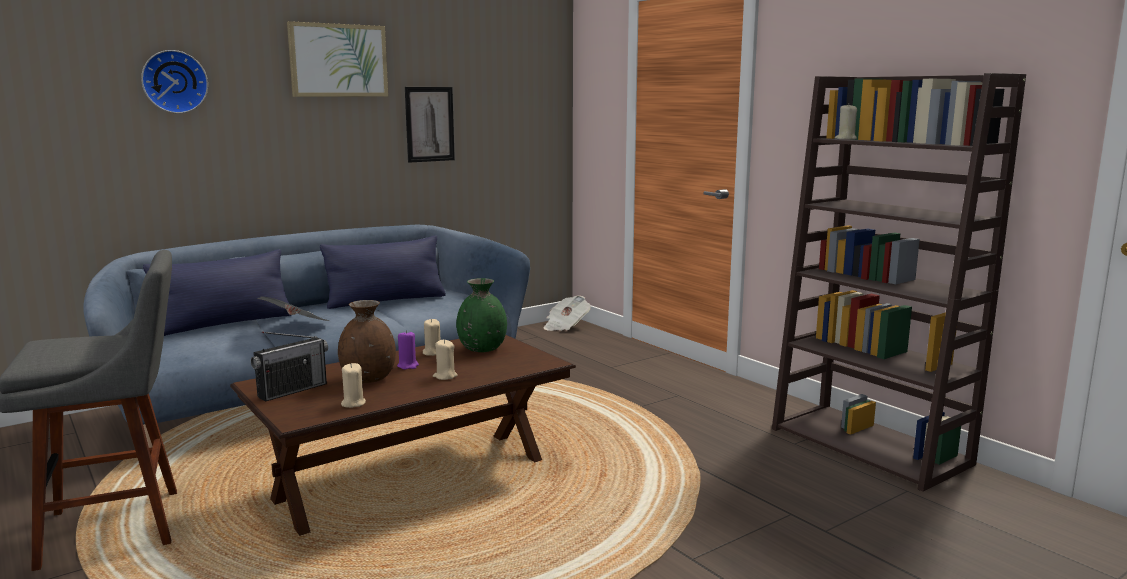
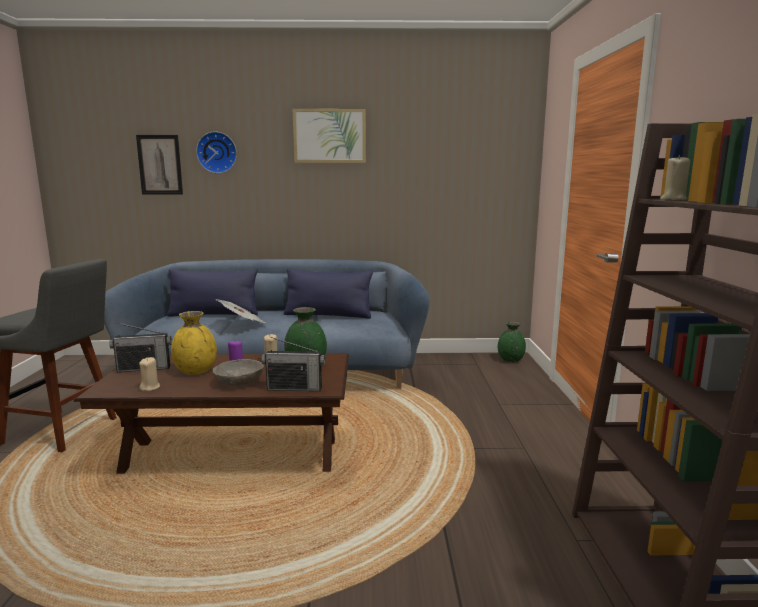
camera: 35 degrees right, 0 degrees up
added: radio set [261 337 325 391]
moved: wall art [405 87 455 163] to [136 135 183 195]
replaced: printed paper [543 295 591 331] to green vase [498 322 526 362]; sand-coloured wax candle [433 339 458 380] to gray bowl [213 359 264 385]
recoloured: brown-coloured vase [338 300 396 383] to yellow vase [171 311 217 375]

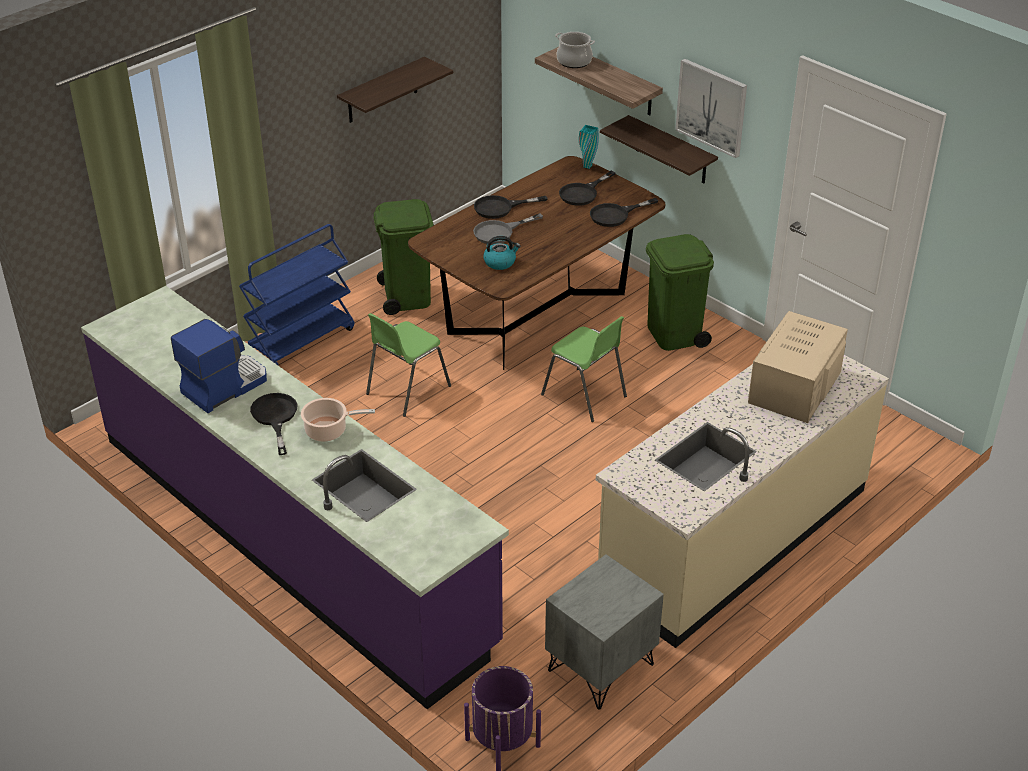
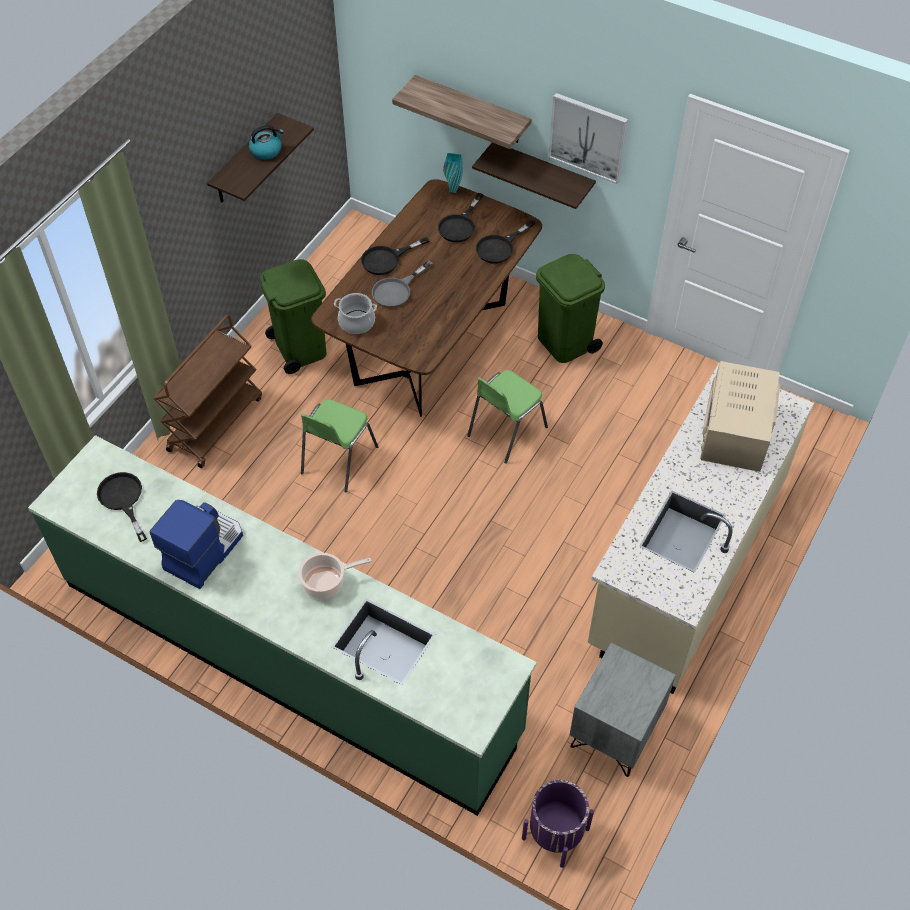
camera: 15 degrees left, 15 degrees up
moved: saucepot [555 32 595 68] to [334 293 377 334]; tea kettle [483 236 521 270] to [249 125 284 160]; black-coloured frying pan [250 393 297 455] to [97 472 147 542]
recoloured: blue-coloured cart [239 224 354 366] to brown-coloured cart [153 315 262 468]; purple kitchen base unit [81 286 509 709] to green kitchen base unit [28 435 537 816]
turned: green chair [541 316 627 422] = [467 370 548 464] 105 degrees clockwise

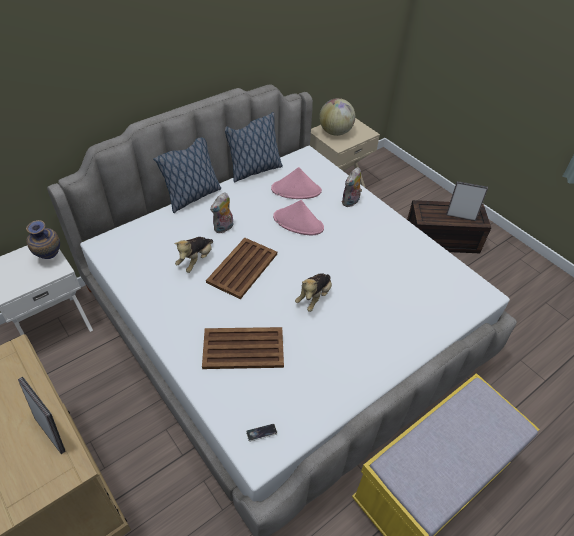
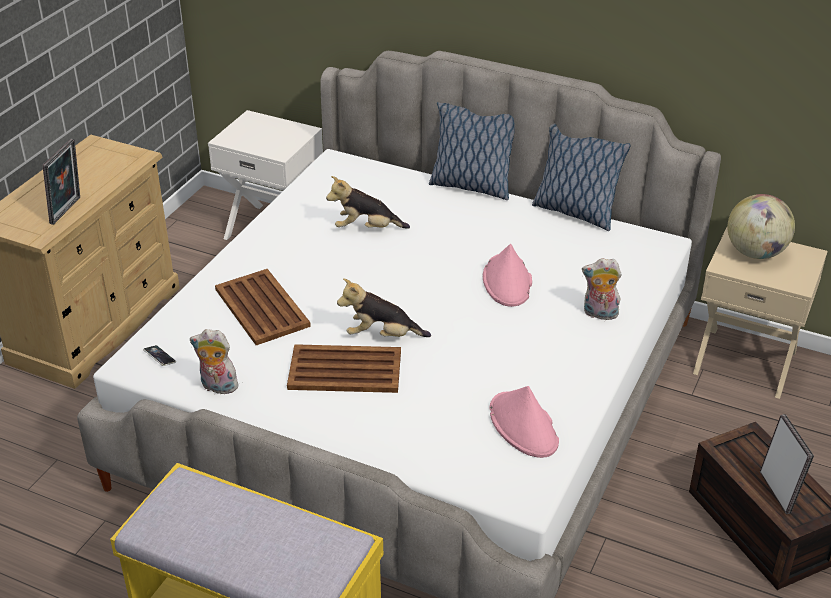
camera: 65 degrees right, 10 degrees down
removed: vase [26 220 60 259]
moved: pink-coloured wearable hat [271 167 322 199] to [490 386 559 458]; cuddly toy [210 192 234 233] to [190 329 238 394]; brown-coloured carrying tray [206 238 277 299] to [287 344 401 393]

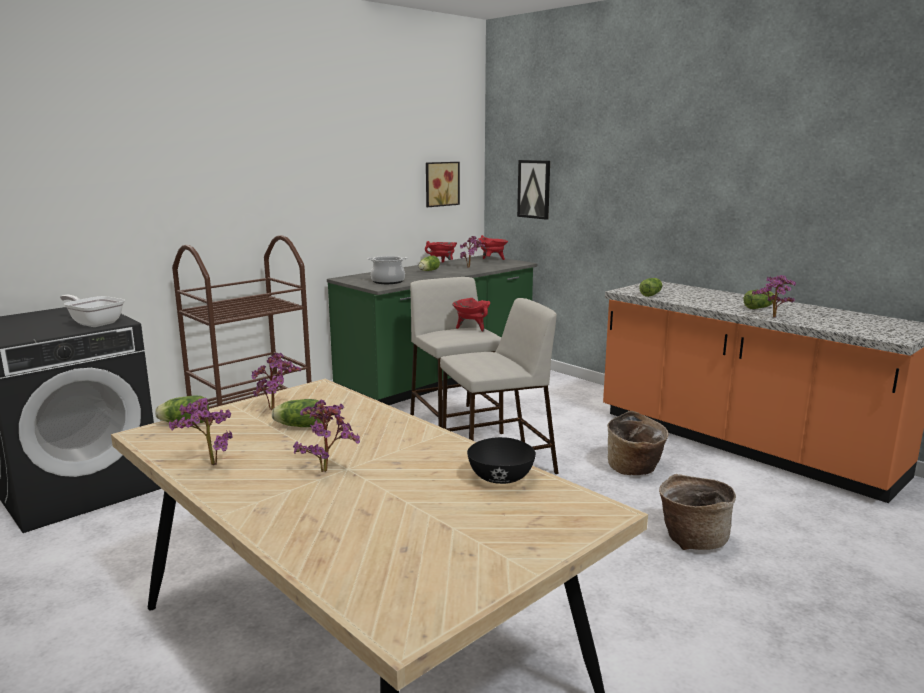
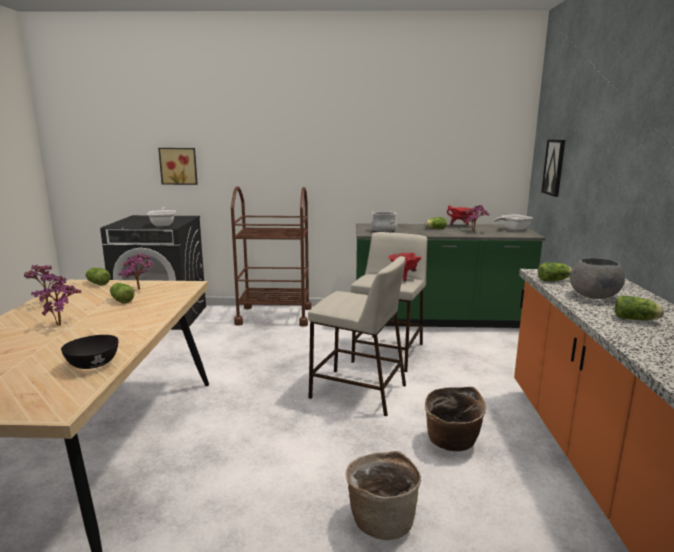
camera: 45 degrees right, 0 degrees up
removed: potted plant [752 275 796 318]
added: gray bowl [570 258 625 299]
moved: wall art [426 162 460 207] to [158 148 198 185]
replaced: red saucepot [478 235 508 260] to frying pan [494 214 533 230]

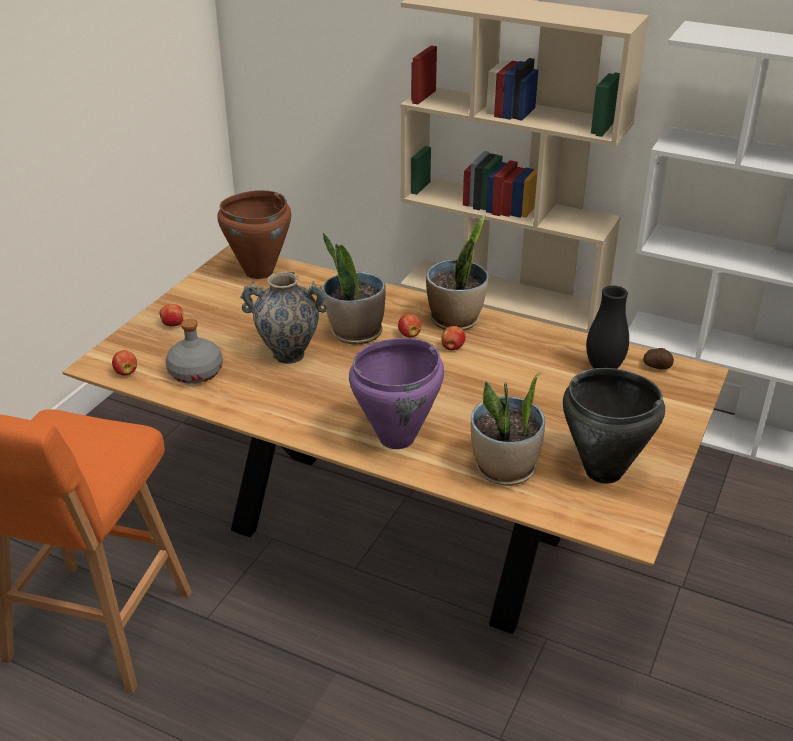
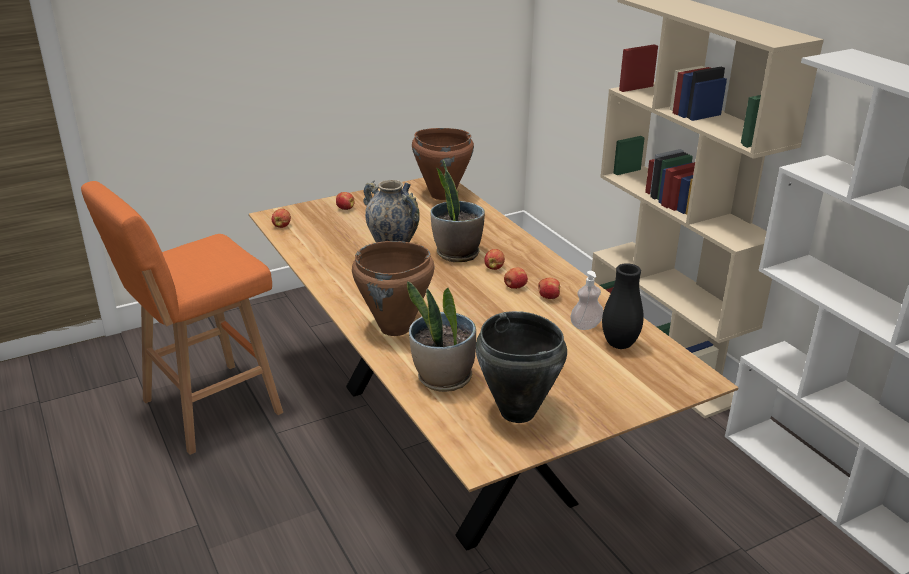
camera: 35 degrees right, 5 degrees down
removed: potted plant [426 215 488 331]; gray bottle [166 319 223 384]; potato [643 348 674 369]
added: liquid soap bottle [570 271 603 330]; whole apple [538 278 560 299]
recoloured: purple saucepot [349 338 444 449] to brown-coloured saucepot [352 241 434 336]

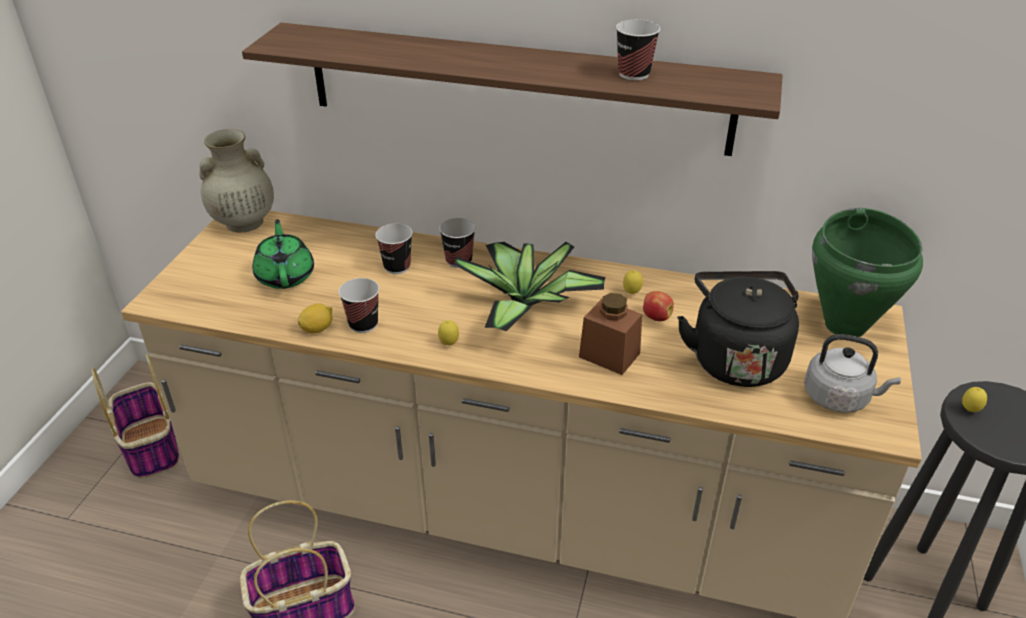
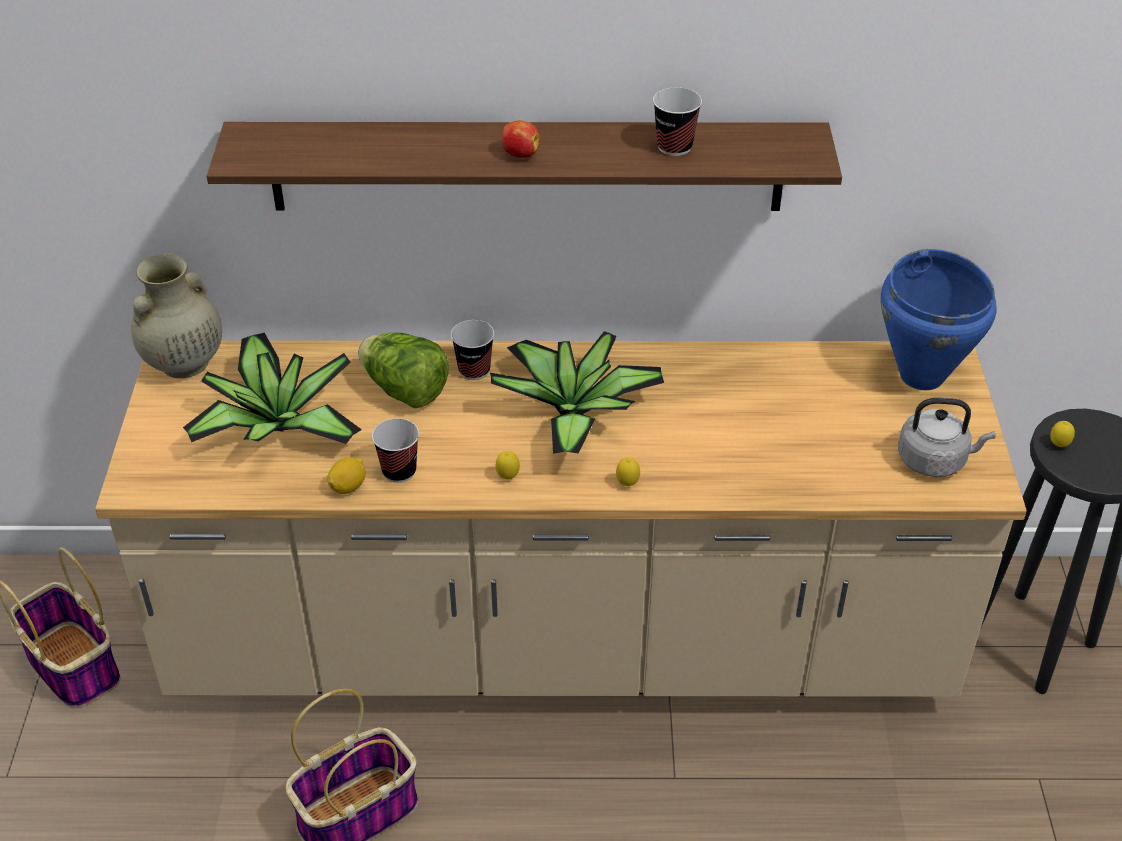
camera: 15 degrees left, 5 degrees up
removed: black-coloured tea kettle [677 271 799 387]; brown-coloured preserve jar [579 293 642 375]
moved: whole lemon [623 270 643 294] to [616 458 640 486]; whole apple [643 291 674 321] to [502 120 540 158]
replaced: green tea pot [253 219 314 289] to potted plant [183 333 362 444]; drinking cup [375 224 413 274] to lettuce [358 333 449 409]
recoloured: green saucepot [812 208 923 337] to blue-coloured saucepot [881 249 997 390]

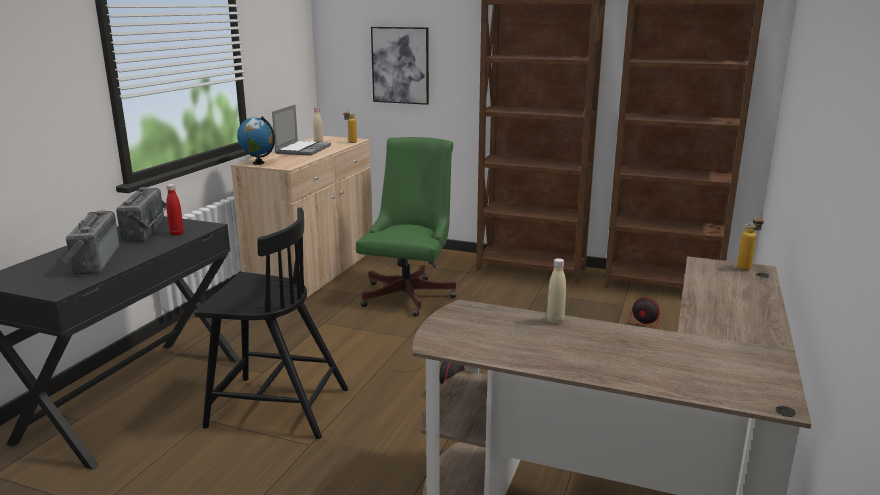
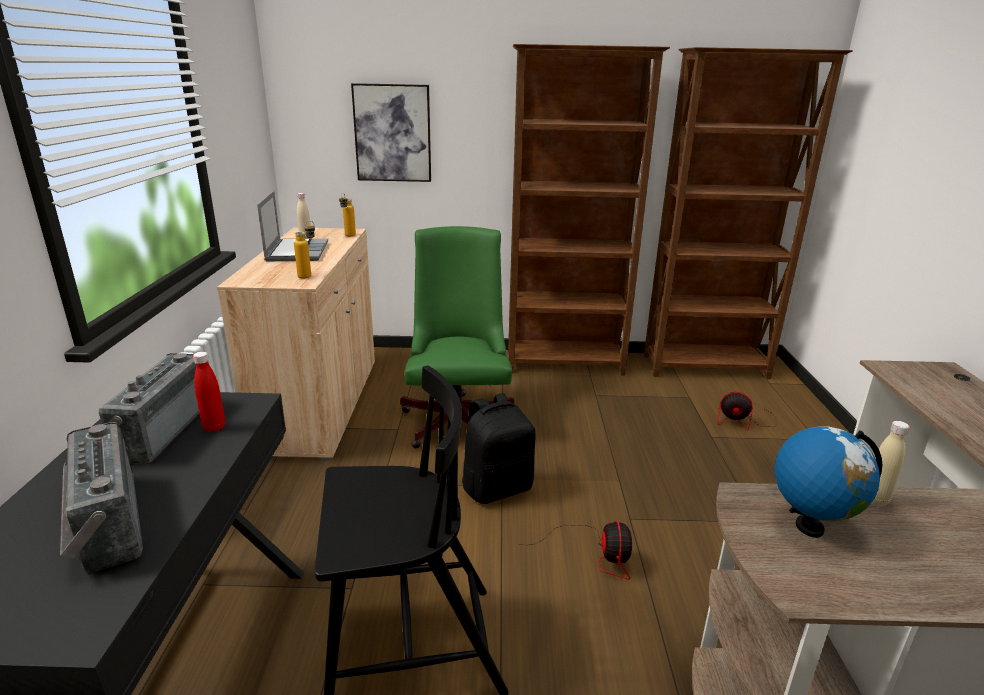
camera: 20 degrees left, 5 degrees up
added: black-coloured knapsack [462 393 536 504]
moved: globe [237 116 276 165] to [774 426 883 538]; bottle [737 213 764 270] to [294 221 315 278]
turned: radio set [116 187 166 243] = [99 353 199 464] 150 degrees counterclockwise

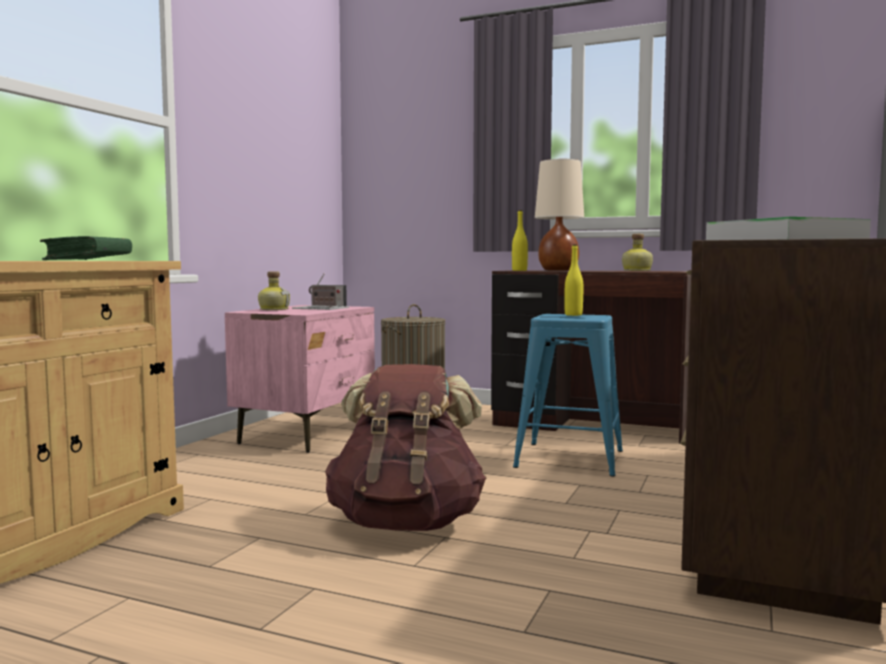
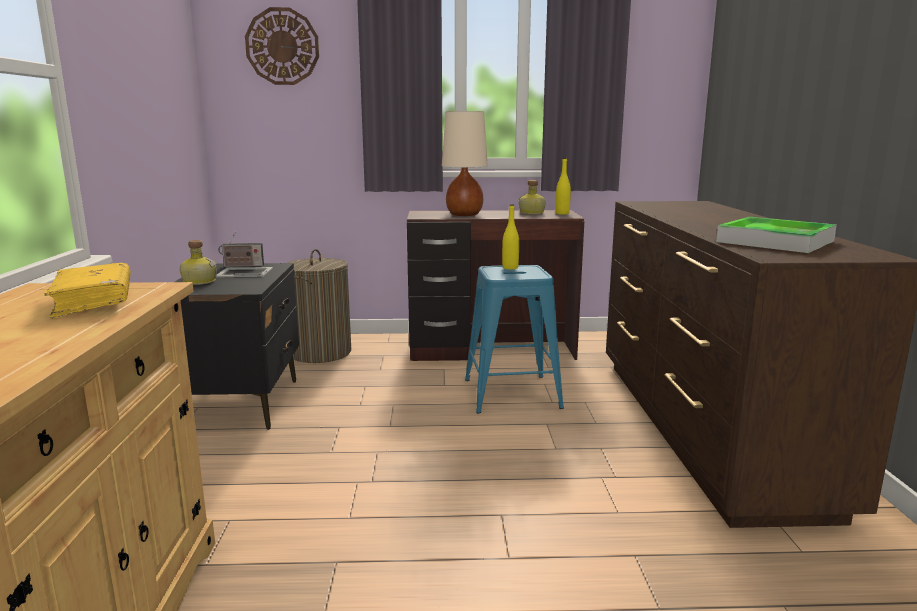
camera: 25 degrees left, 10 degrees up
removed: brown-coloured knapsack [325 364 486 531]
added: clock on the wall [245 7 319 85]
moved: yellow bottle [512 210 528 271] to [556 158 571 215]
recoloured: green bound book [40 236 132 260] to yellow bound book [44 263 131 319]; pink-coloured bedside table [225 305 375 453] to black-coloured bedside table [175 263 299 430]

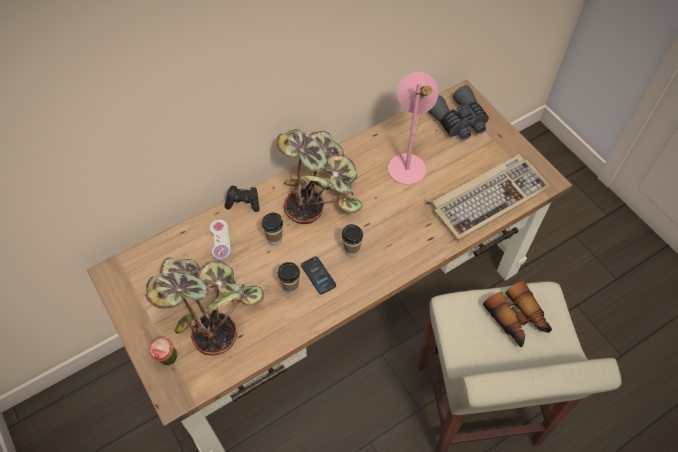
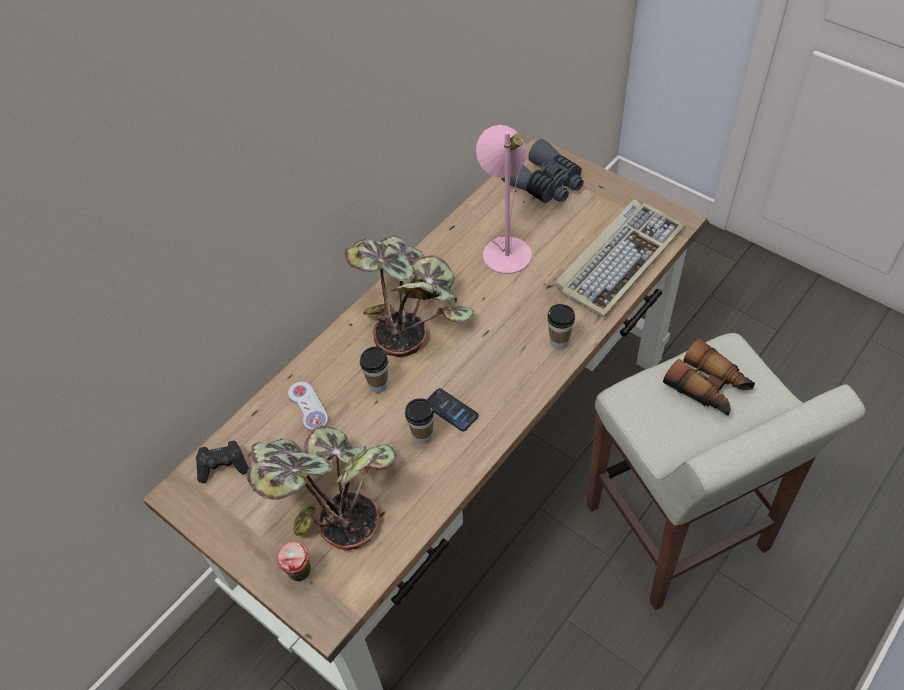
camera: 15 degrees left, 5 degrees down
moved: black-coloured game controller [224 186 260 212] to [196 441 249 483]; drinking cup [342 224 363 257] to [547 304 575 350]

